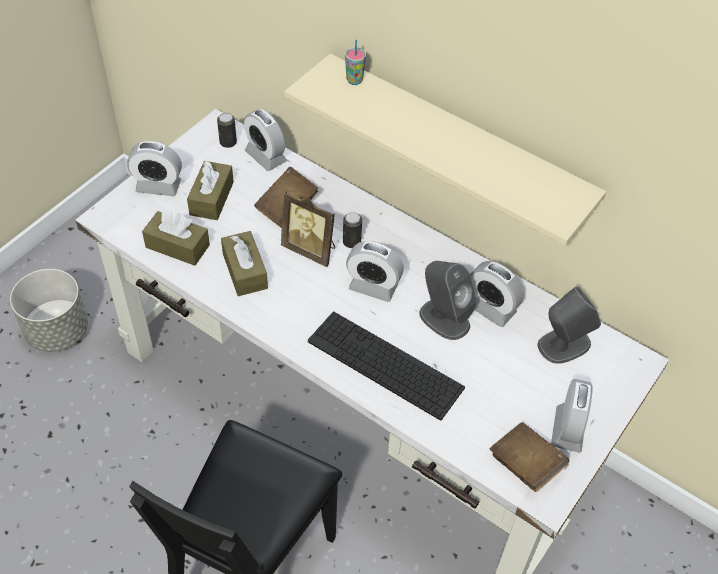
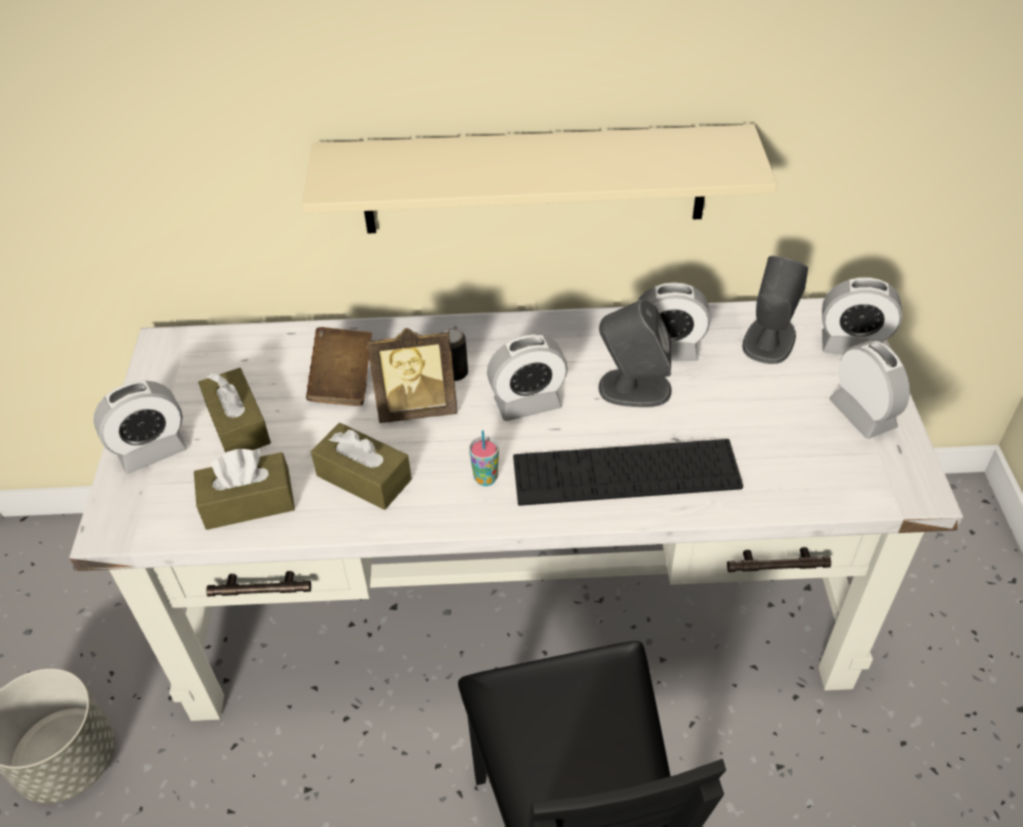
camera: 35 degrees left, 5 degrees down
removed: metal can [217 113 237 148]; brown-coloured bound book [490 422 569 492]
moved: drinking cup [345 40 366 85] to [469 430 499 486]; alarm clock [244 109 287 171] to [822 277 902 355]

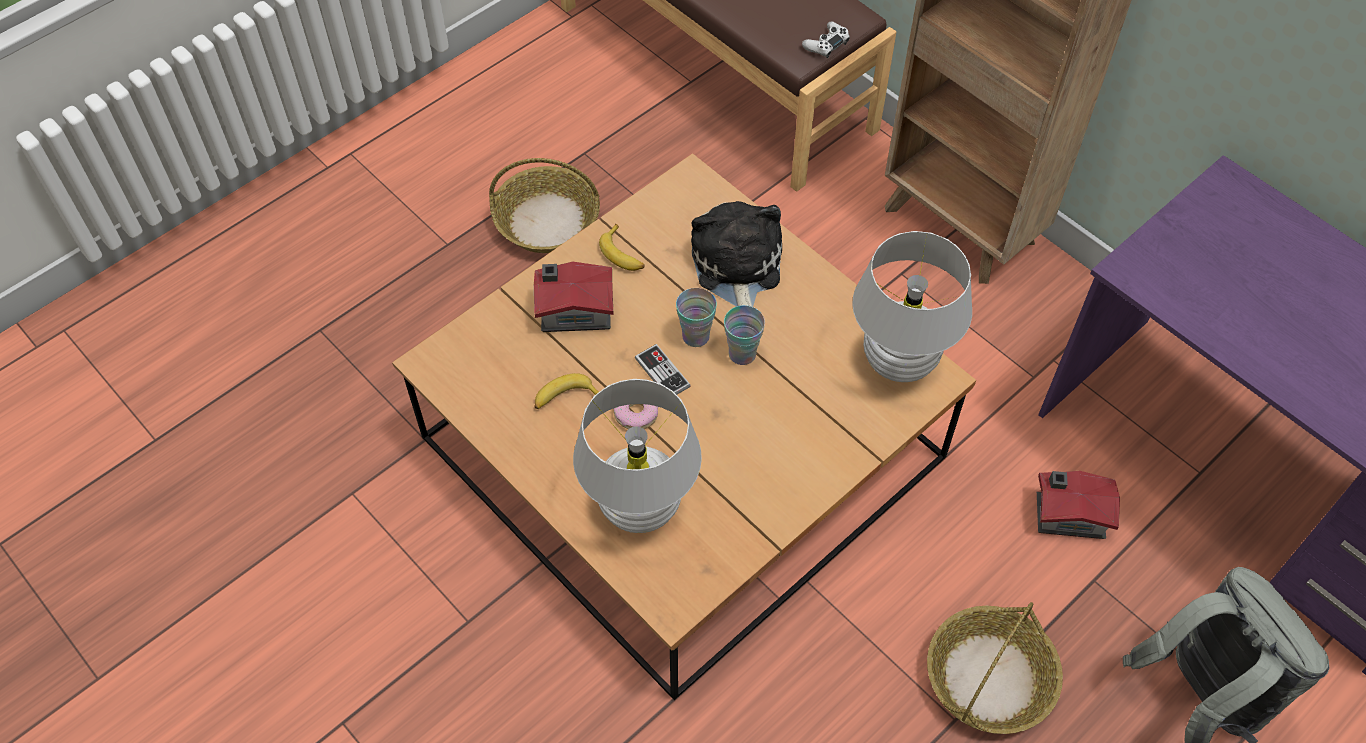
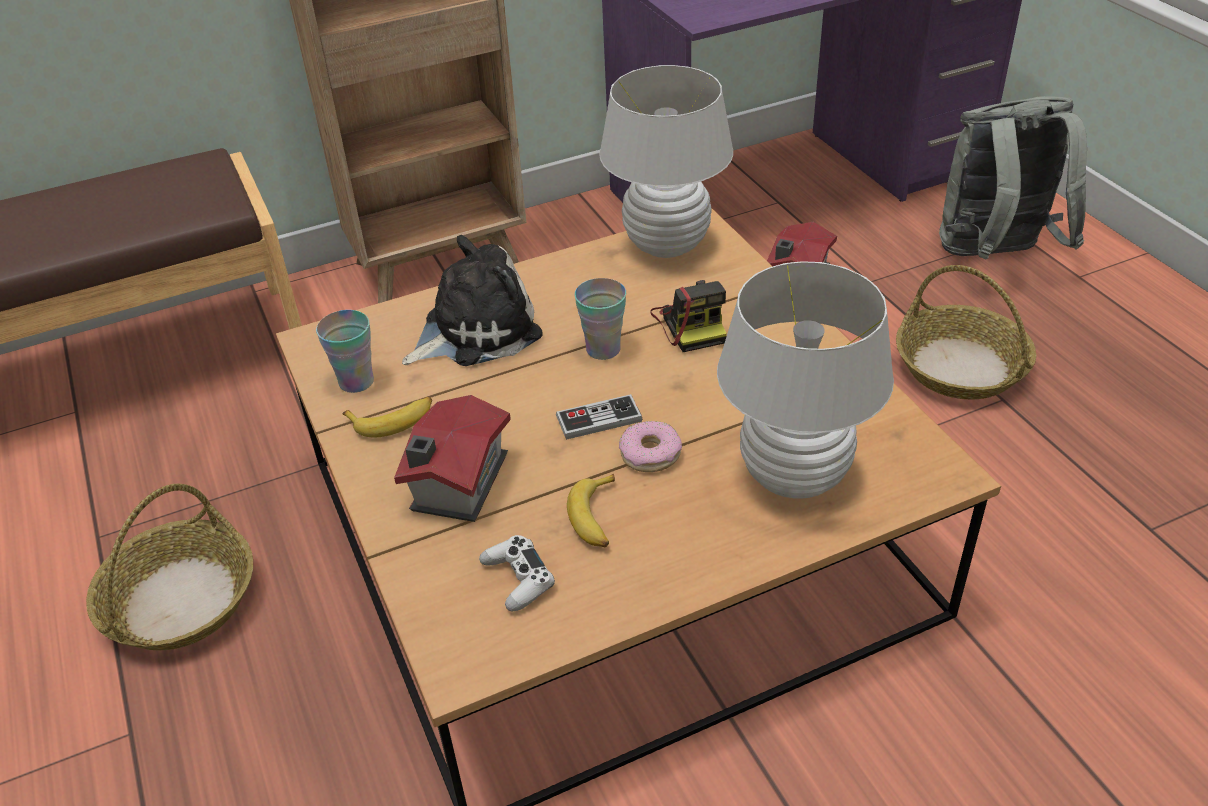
camera: 70 degrees left, 15 degrees down
added: still camera [650 280 727 352]
moved: white-coloured game controller [802 22 850 58] to [479 535 555 611]; drinking cup [676 288 717 347] to [316 310 374 393]
turned: cuddly toy [691 201 782 307] = [402 235 543 366] 135 degrees clockwise

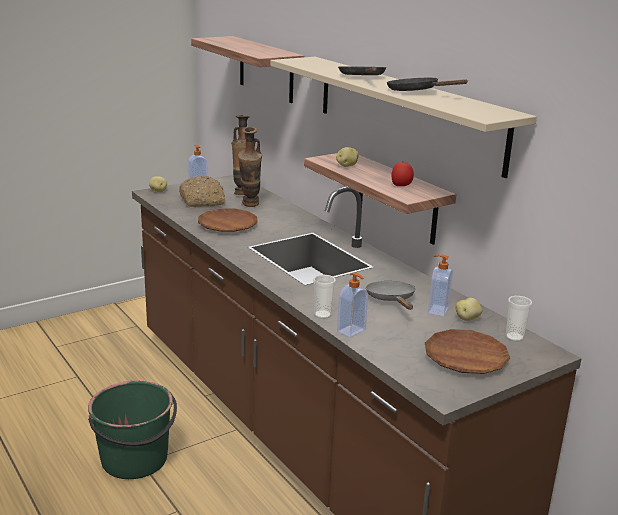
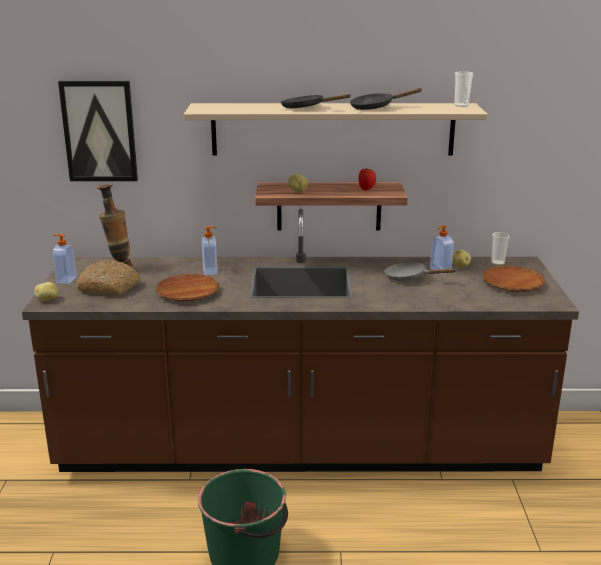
camera: 55 degrees left, 0 degrees up
removed: vase [238 127 262 207]
moved: liquid soap bottle [337 272 368 337] to [202 226 217 275]; drinking cup [313 275 336 319] to [455 71 473 107]
replaced: bracket shelf [191 36 304 103] to wall art [58 81 138 181]

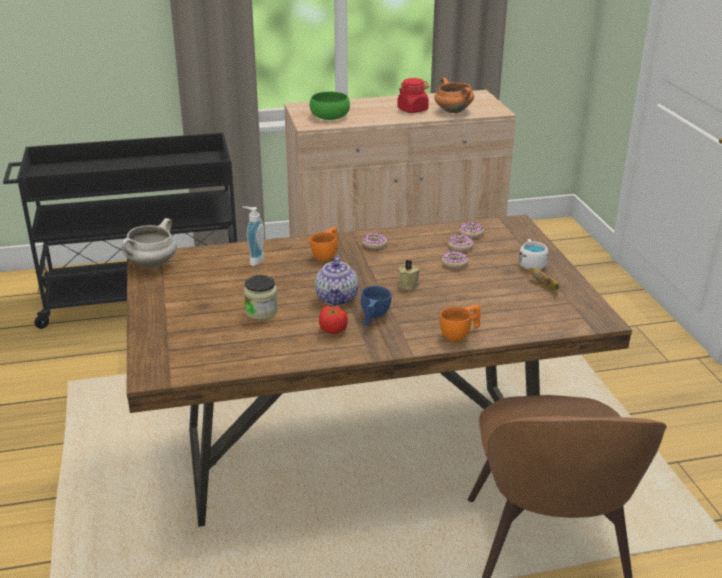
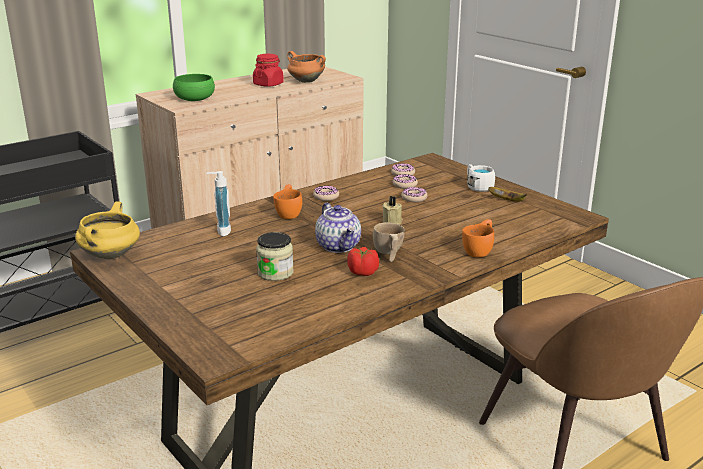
camera: 25 degrees left, 5 degrees down
recoloured: white-coloured saucepot [122 218 177 268] to yellow saucepot [75 201 140 259]; blue-coloured drinking cup [361 286 392 326] to sand-coloured drinking cup [373 223 405 262]

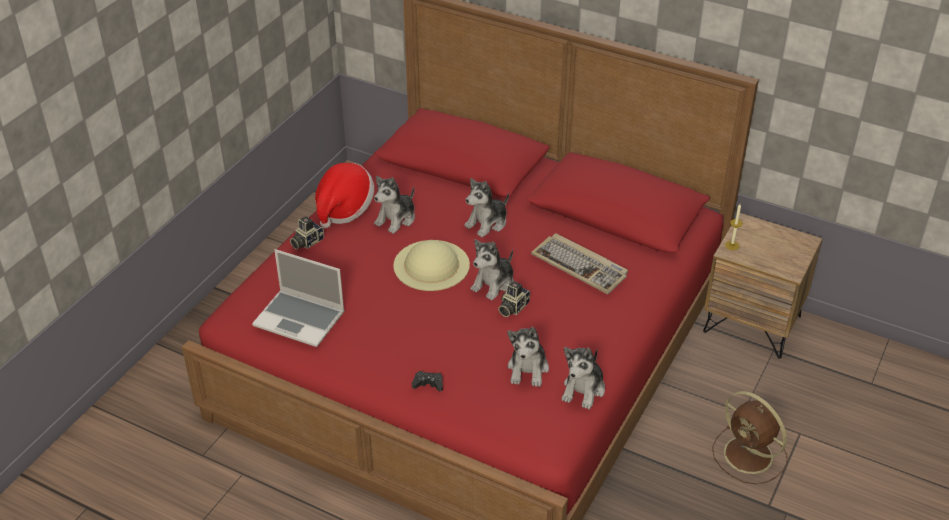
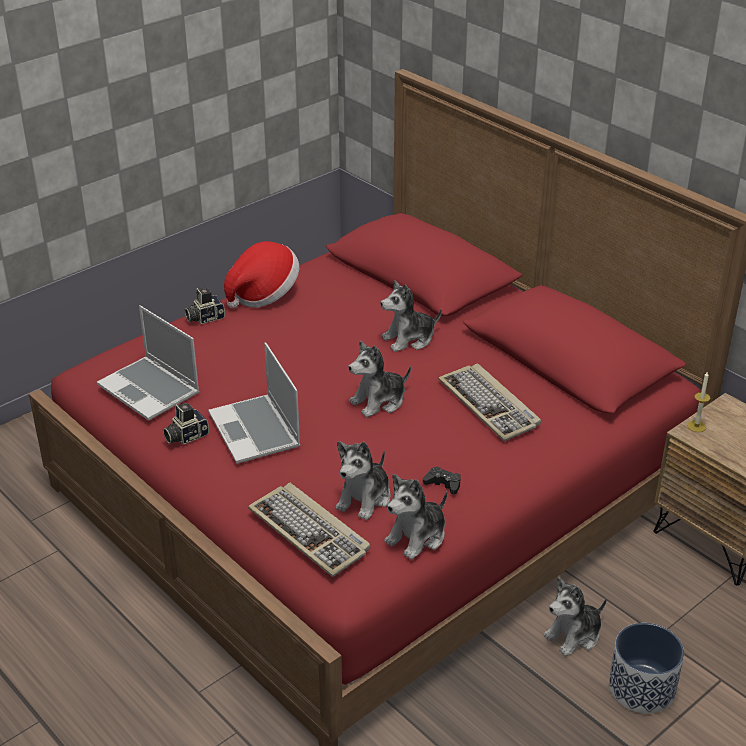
camera: 20 degrees right, 5 degrees down
removed: sand-coloured wearable hat [393 240 470 291]
added: laptop [208 342 301 464]; computer keyboard [248 483 370 577]
moved: cuddly toy [374 176 415 234] to [544 577 607 656]; still camera [498 281 530 317] to [163 402 209 445]; black-coloured game controller [412 371 443 391] to [423 466 461 494]
replaced: brown-coloured electric fan [712 391 788 484] to flower pot [609 623 684 714]

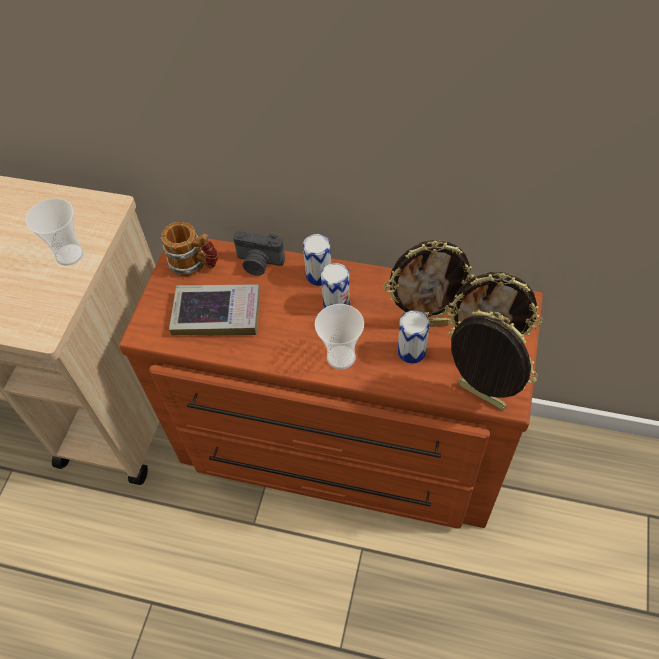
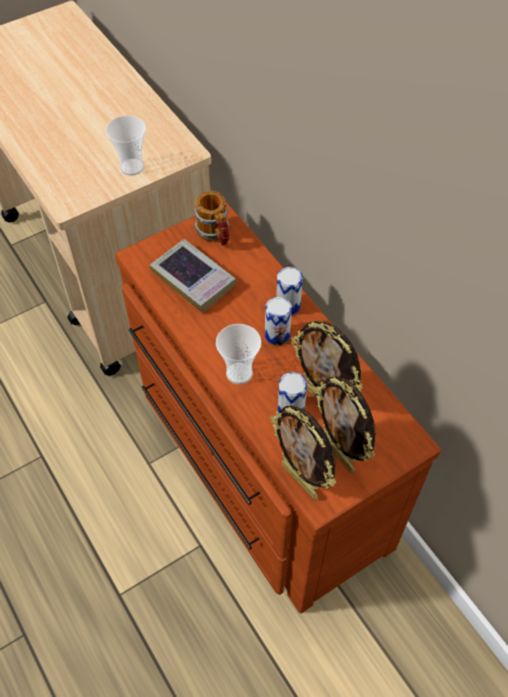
camera: 40 degrees right, 0 degrees up
removed: still camera [233 231 285 276]
turned: photo frame [448 309 538 410] = [271 406 336 500] 150 degrees clockwise

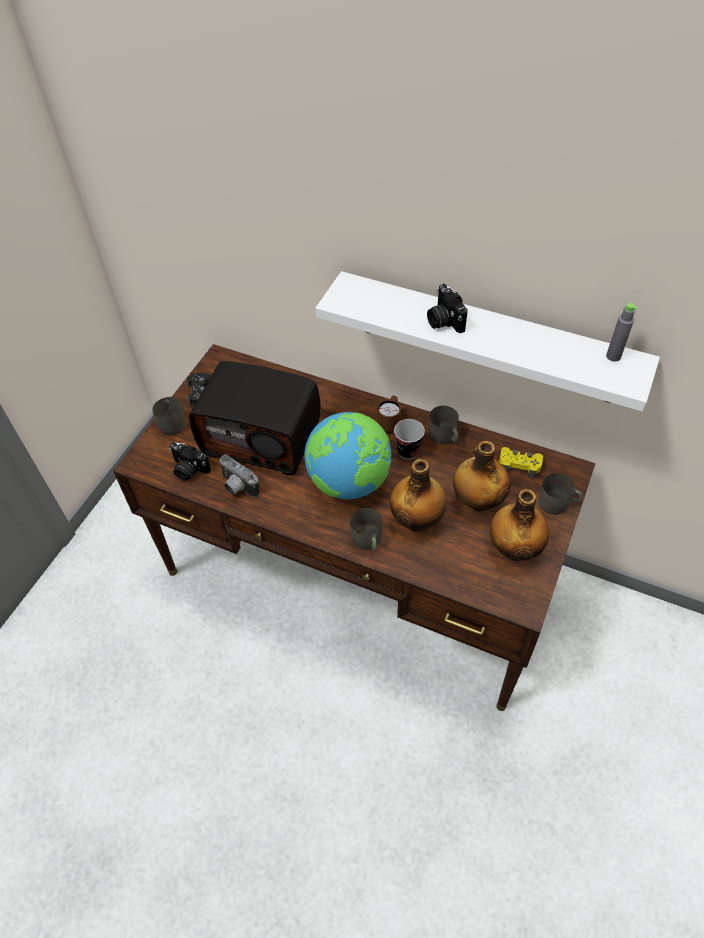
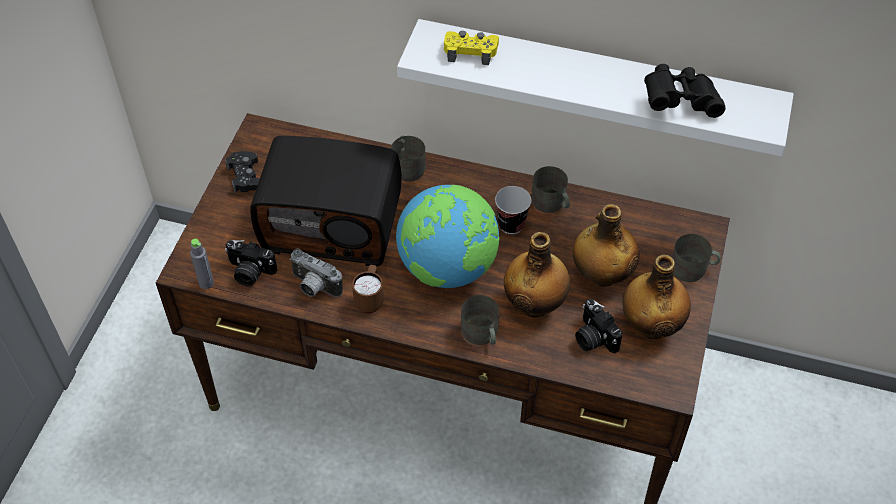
camera: 10 degrees left, 0 degrees up
added: black-coloured binoculars [644 64 726 118]
moved: still camera [427 284 468 333] to [575 299 622 353]; gray bottle [606 303 637 362] to [190 239 214 289]; brown-coloured coffee mug [377 395 401 433] to [352 265 384 313]; gray coffee mug [152 397 186 435] to [391 136 426 182]; yellow game controller [499 447 543 479] to [444 31 499 65]

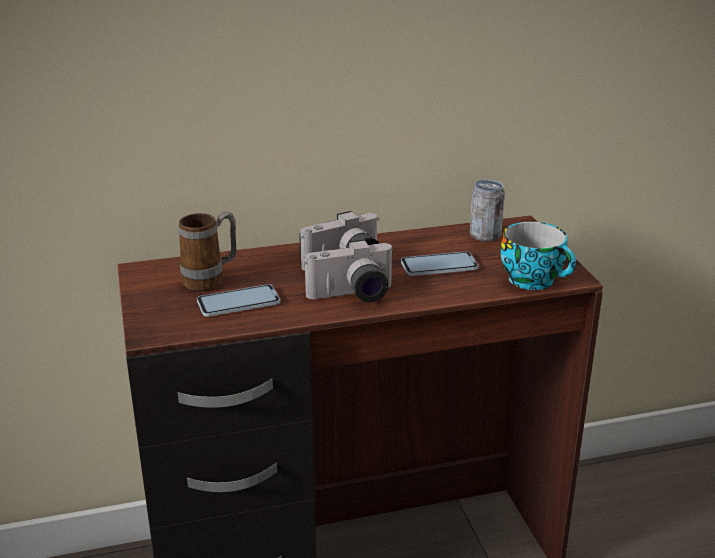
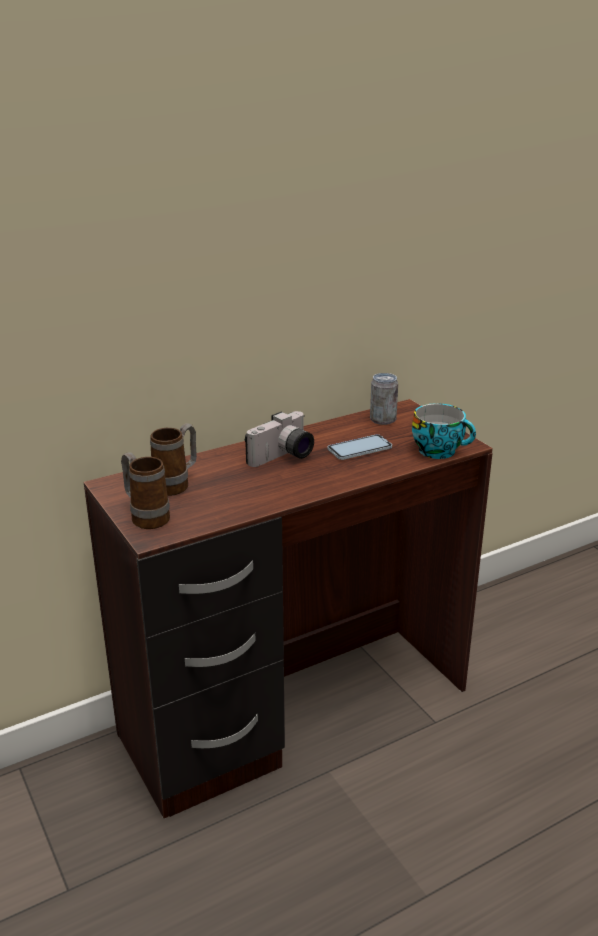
camera: 15 degrees left, 0 degrees up
removed: still camera [305 239 394 302]; phone [197 284 280 317]
added: coffee mug [121 453 170 529]

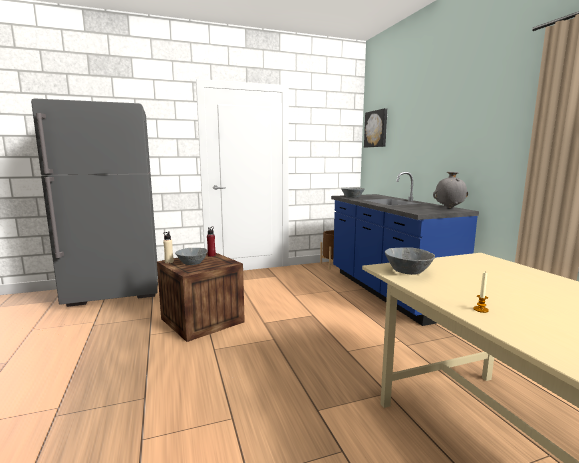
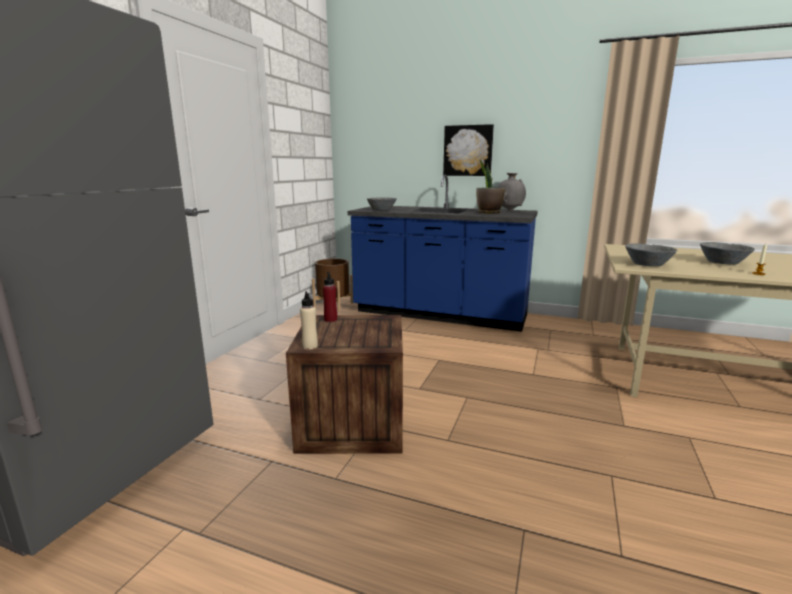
camera: 50 degrees left, 5 degrees up
added: potted plant [476 160 505 214]
moved: wall art [364 108 387 148] to [443 124 494 176]; gray bowl [175 248 208 265] to [700 242 755 265]

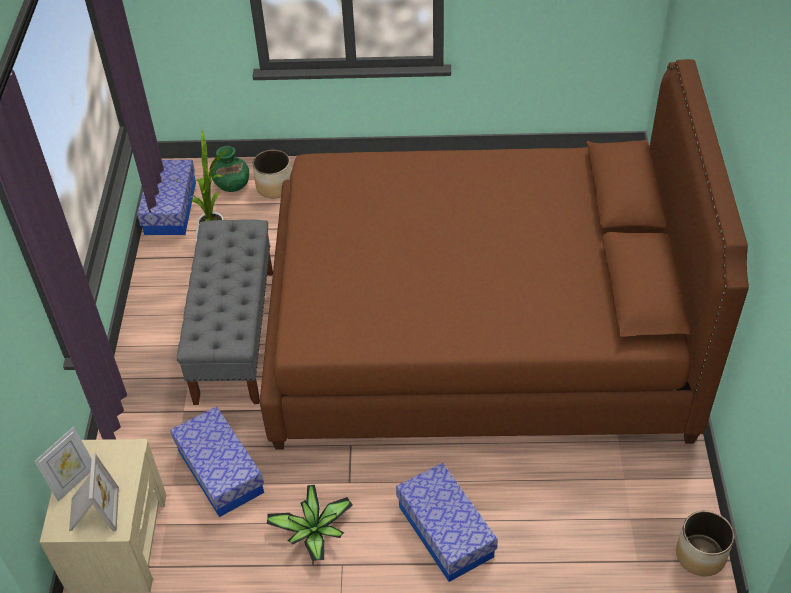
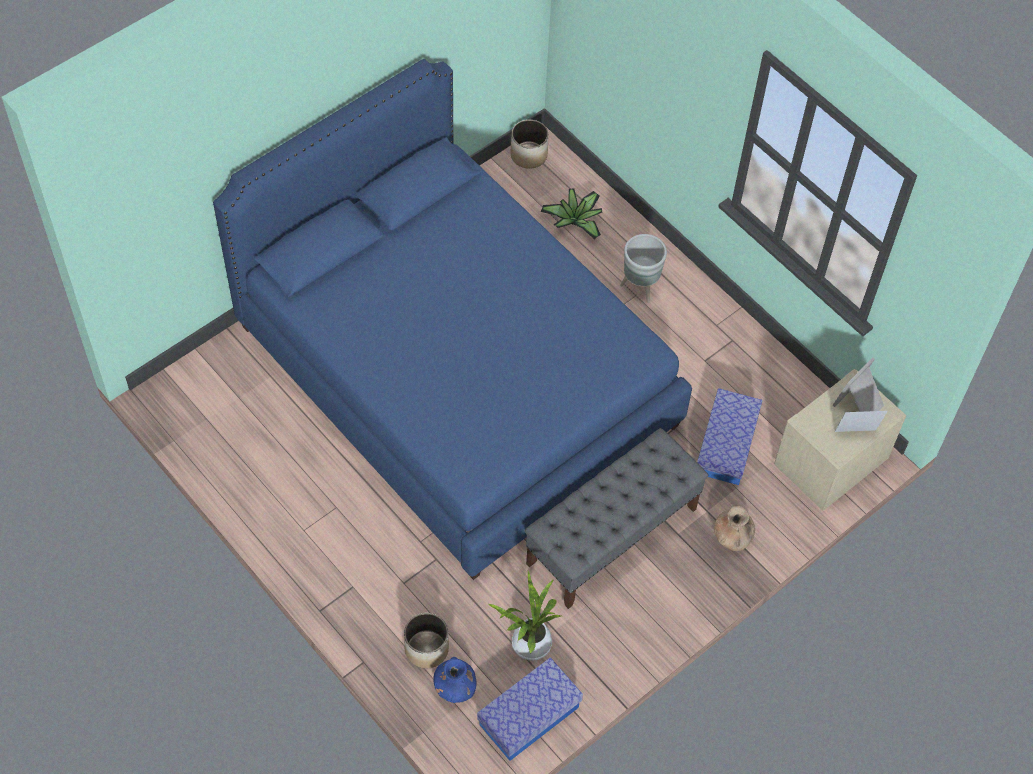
camera: 135 degrees left, 10 degrees up
added: brown-coloured vase [714 506 755 551]
moved: potted plant [267 485 353 561] to [541 189 602 239]
replaced: storage box [396 462 498 582] to gray flower pot [620 234 667 303]
recoloured: brown-coloured bedroom bed [260 59 749 450] to blue-coloured bedroom bed [213 59 692 580]; green vase [211 146 249 192] to blue-coloured vase [433 657 476 703]

